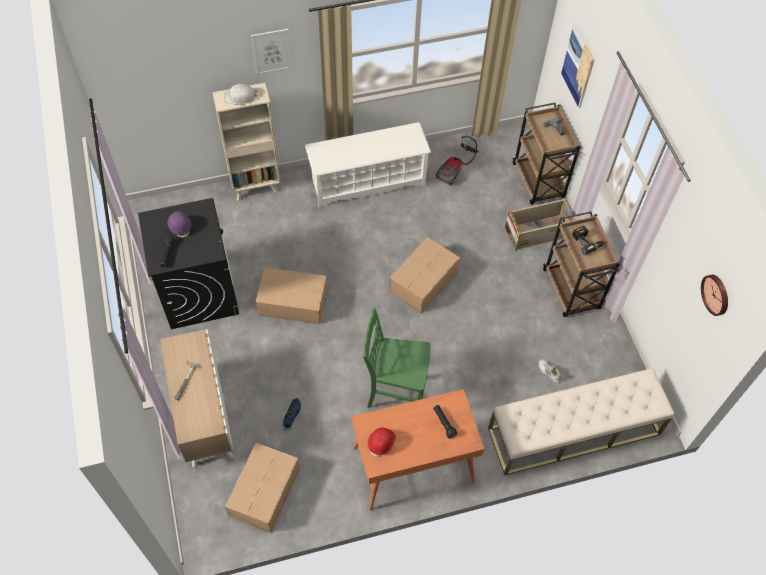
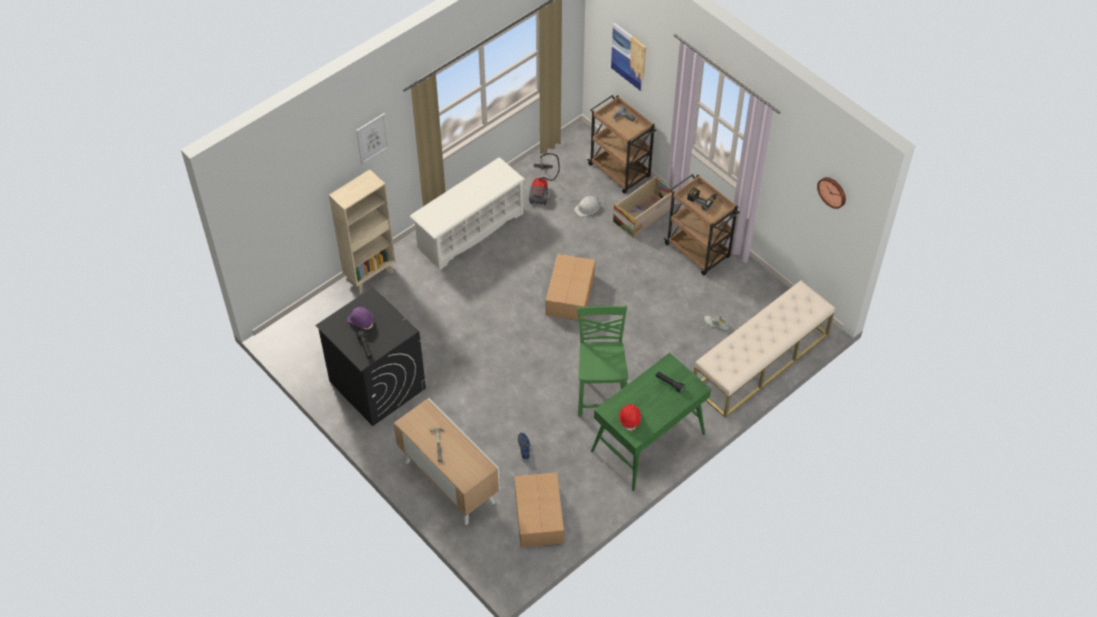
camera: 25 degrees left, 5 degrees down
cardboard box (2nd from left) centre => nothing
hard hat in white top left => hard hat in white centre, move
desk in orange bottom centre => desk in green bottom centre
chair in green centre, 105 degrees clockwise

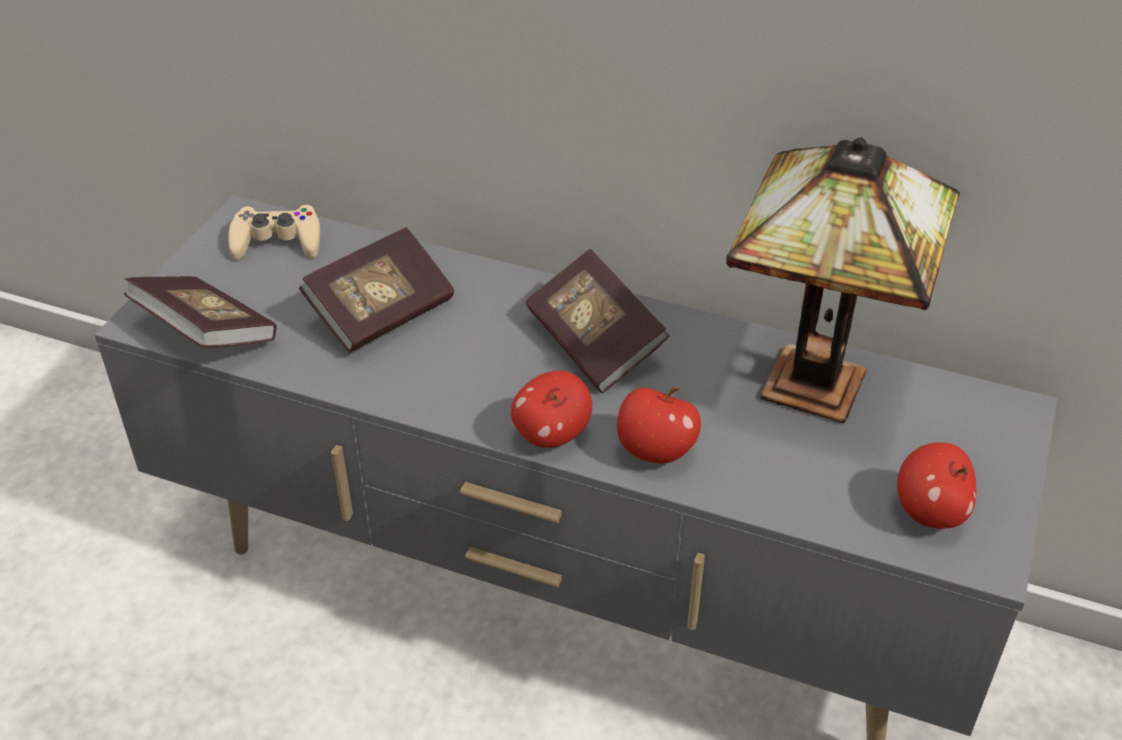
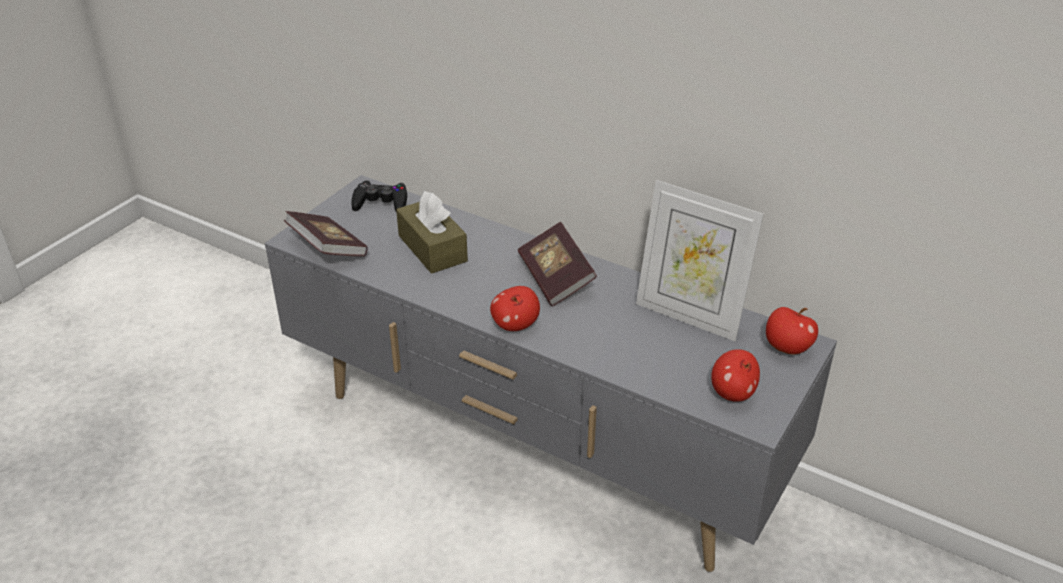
camera: 10 degrees right, 5 degrees down
apple (2nd from left in the first image) centre => apple (3rd from left) middle right, move
book (2nd from left) centre => tissue box in brown centre
table lamp middle right => picture frame centre
game controller in beige top left => game controller in black centre

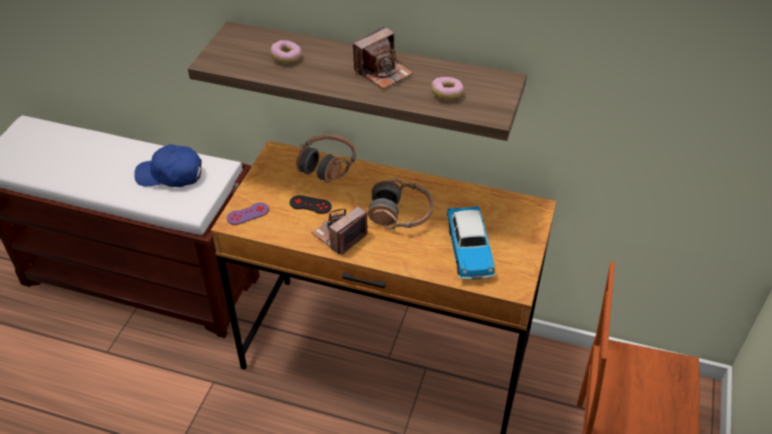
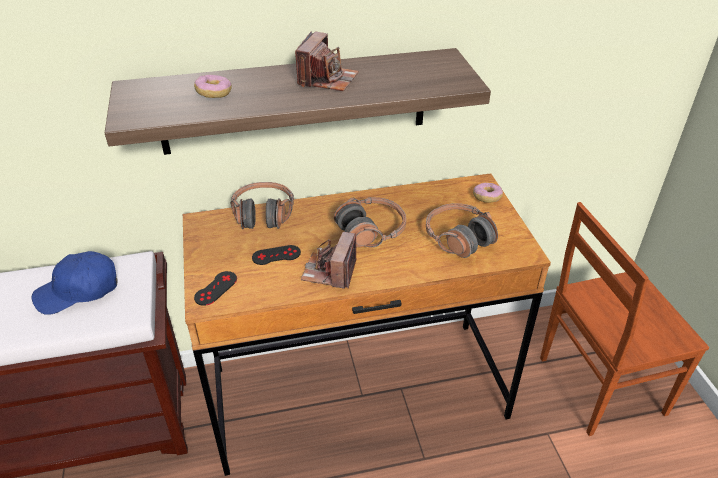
camera: 30 degrees left, 5 degrees down
donut (2nd from left) top centre => donut (2nd from left) middle right, move
toy car centre => headphones (3rd from left) centre
game controller in purple middle left => game controller in black (1st from left) middle left

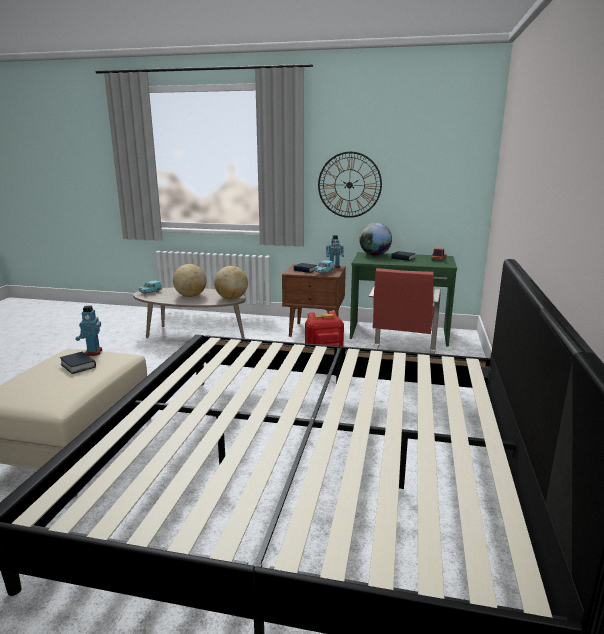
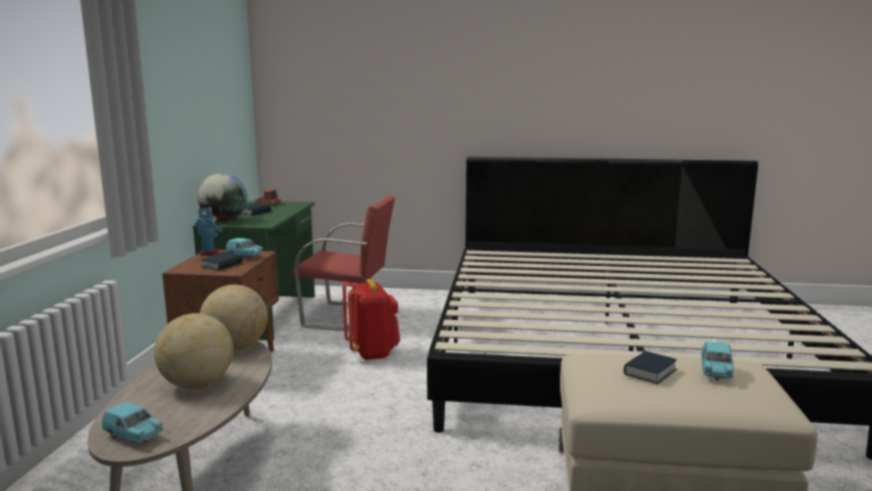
camera: 95 degrees left, 5 degrees down
toy robot (1st from left) middle left => nothing
wall clock top centre => nothing
nothing => toy car in turquoise (3rd from left) bottom right

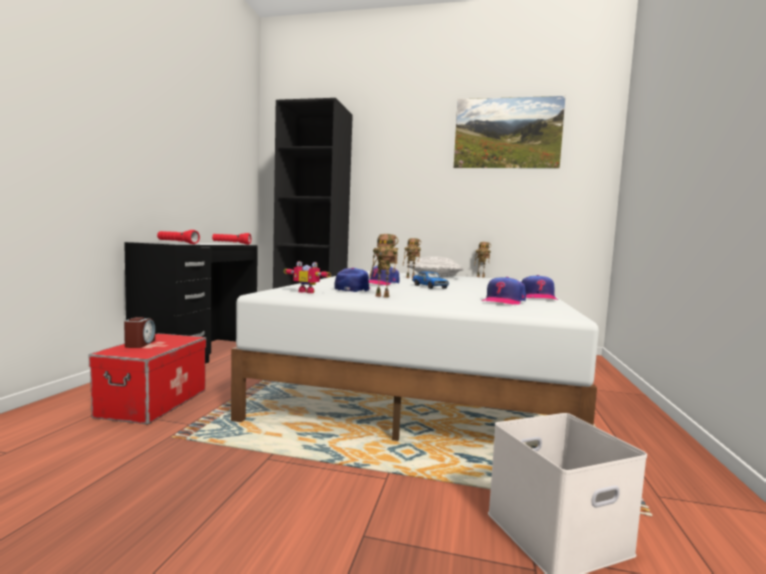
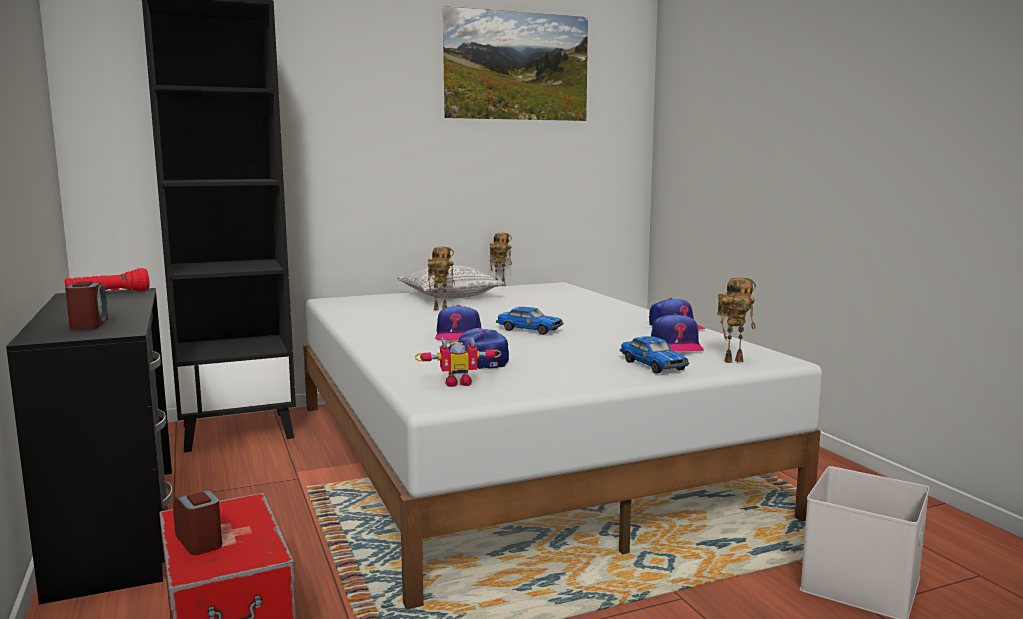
camera: 35 degrees left, 5 degrees up
nothing => toy car (2nd from left) centre
toy robot (2nd from left in the first image) centre => toy robot (4th from left) middle right, move
flashlight in red (1st from left) middle left => alarm clock (1st from left) middle left

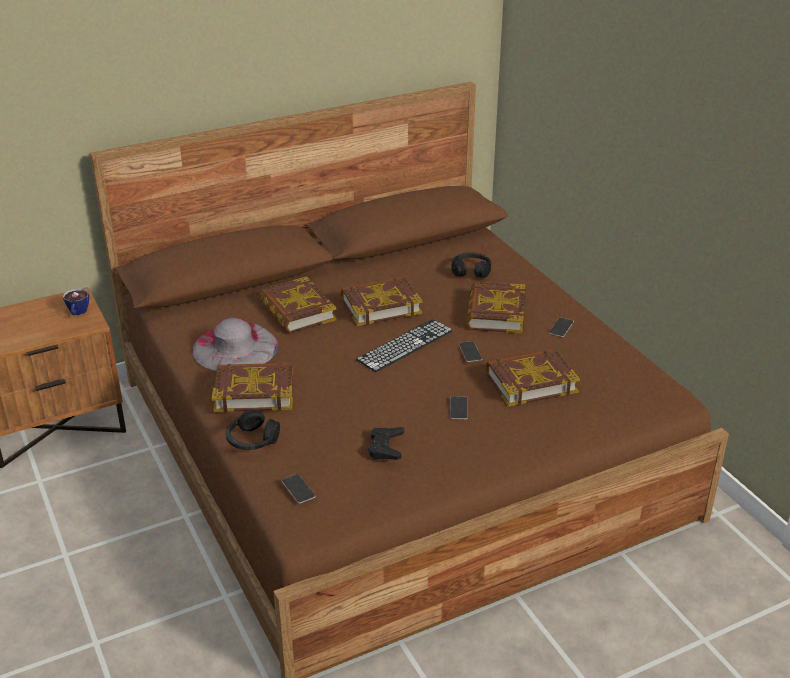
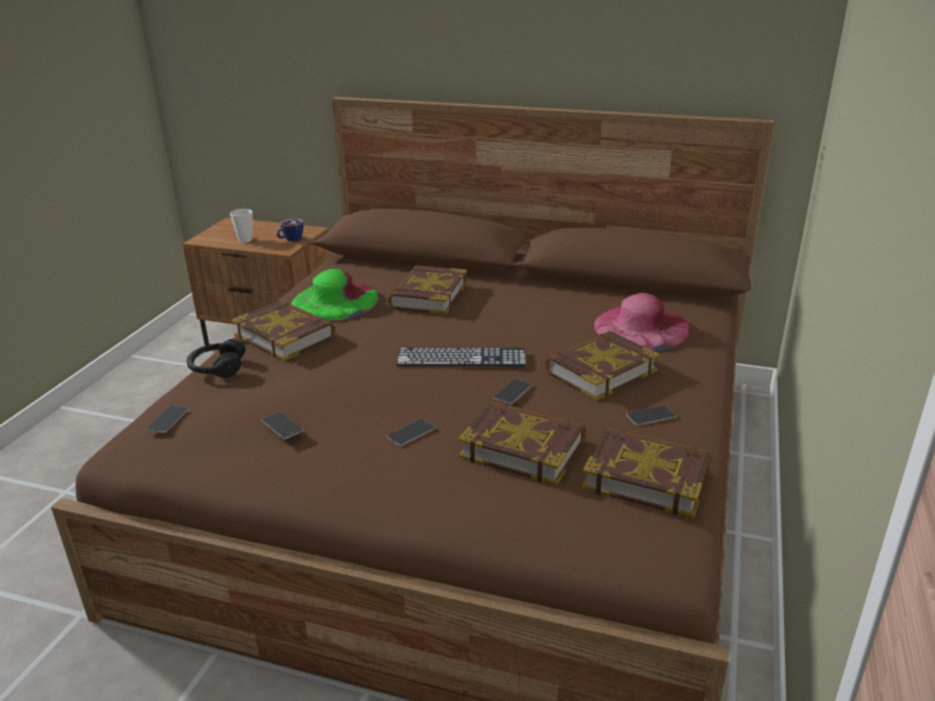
camera: 45 degrees right, 5 degrees down
nothing => cup (1st from left) top left
book (3rd from left in the first image) centre => book (5th from left) bottom right, move
game controller in black centre => phone (2nd from left) middle left
headphones in black (2nd from left) centre => hat in pink middle right
hat in grey middle left => hat in green centre

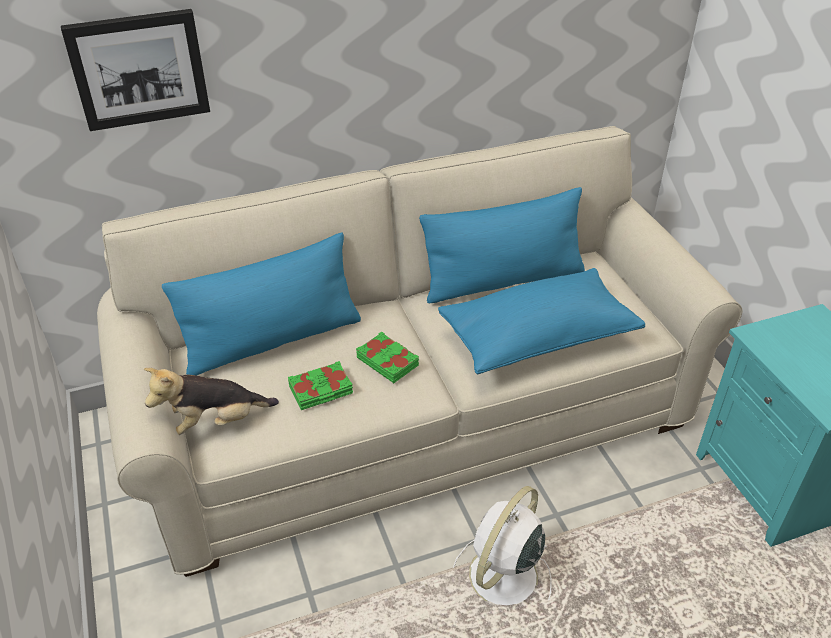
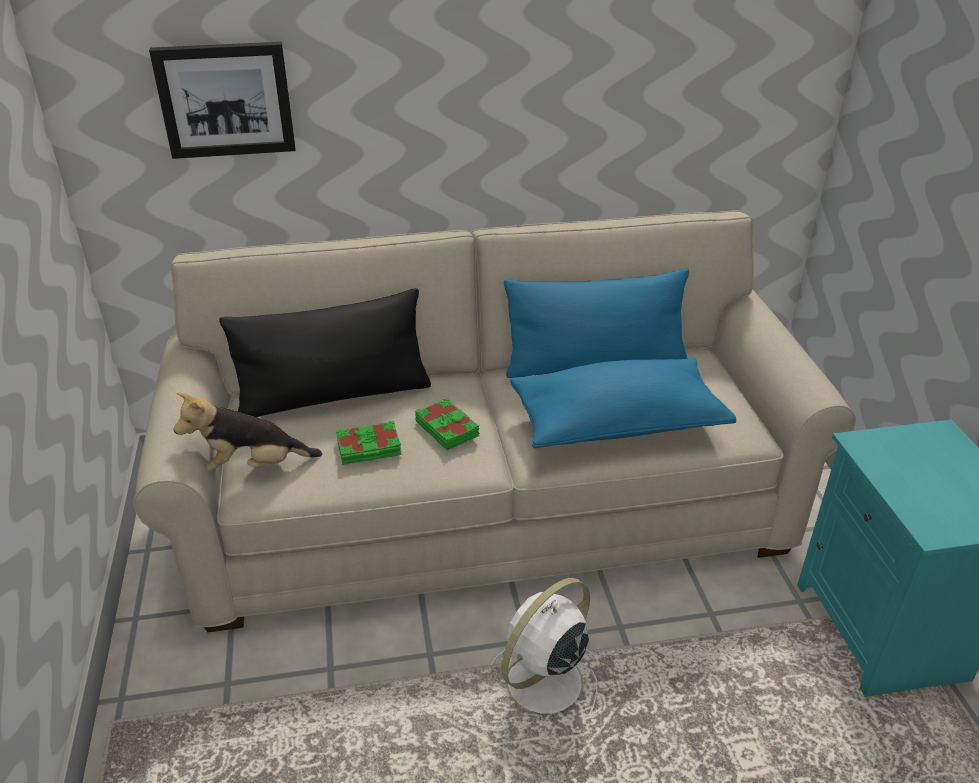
camera: 10 degrees right, 5 degrees down
pillow in blue (1st from left) middle left => pillow in black middle left

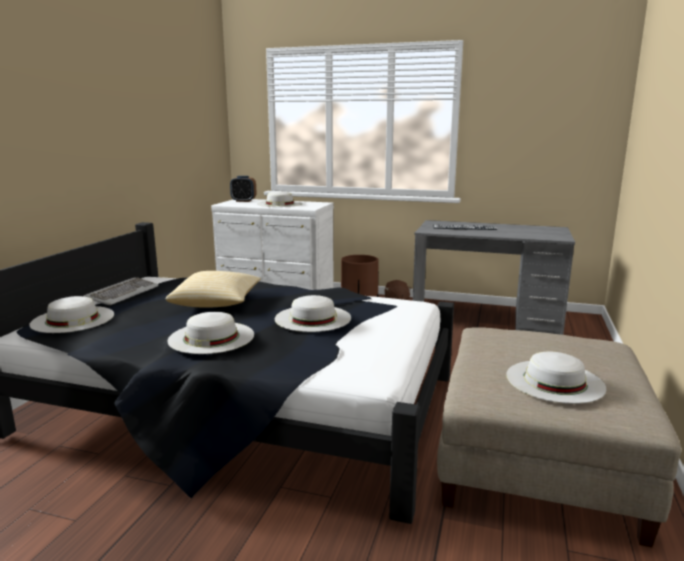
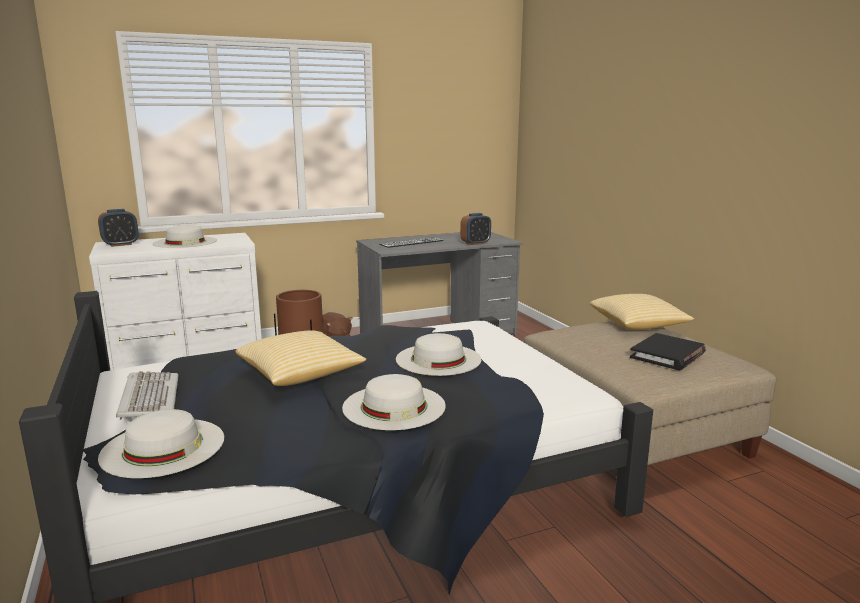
camera: 40 degrees left, 0 degrees up
nothing => alarm clock (2nd from left) centre
nothing => pillow (2nd from left) middle right
hat in white (5th from left) bottom right => book in black middle right

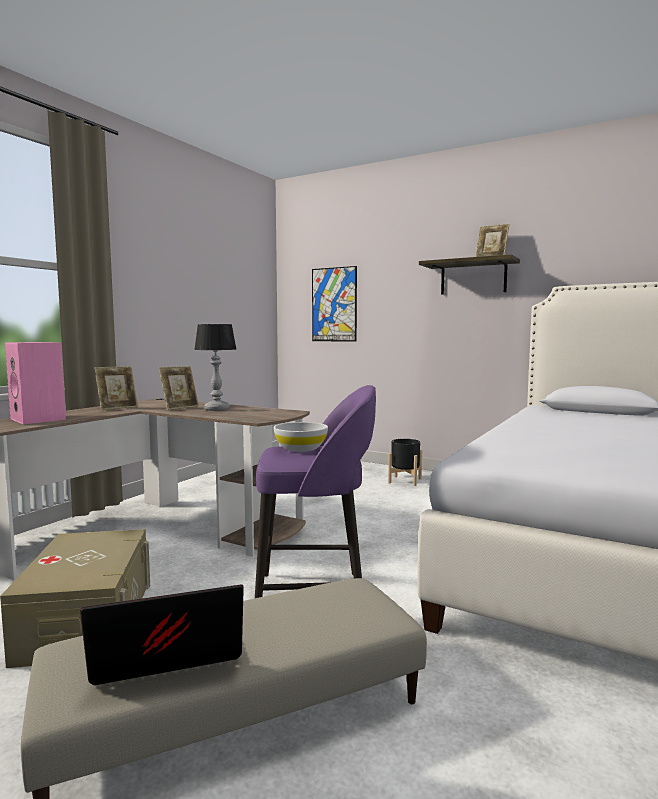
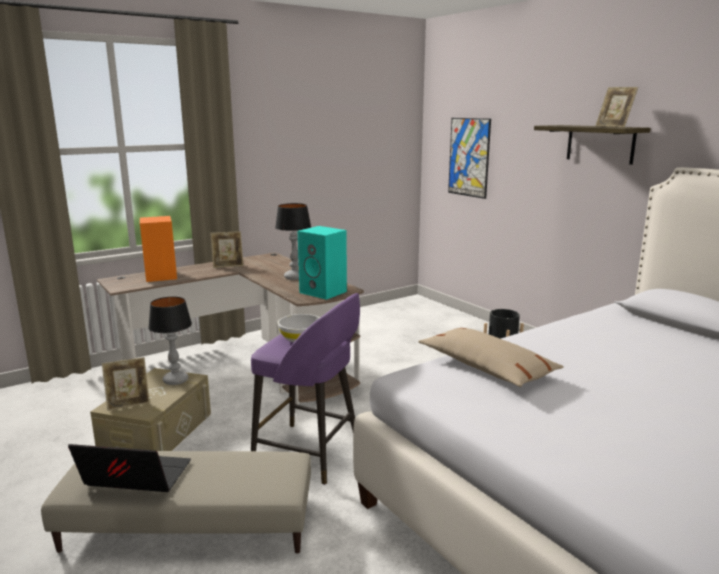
camera: 25 degrees right, 10 degrees up
nothing => table lamp (1st from left) middle left
nothing => speaker in turquoise centre
nothing => pillow in beige middle right
picture frame (2nd from left in the first image) middle left => picture frame (1st from left) bottom left, move
speaker in pink middle left => speaker in orange middle left

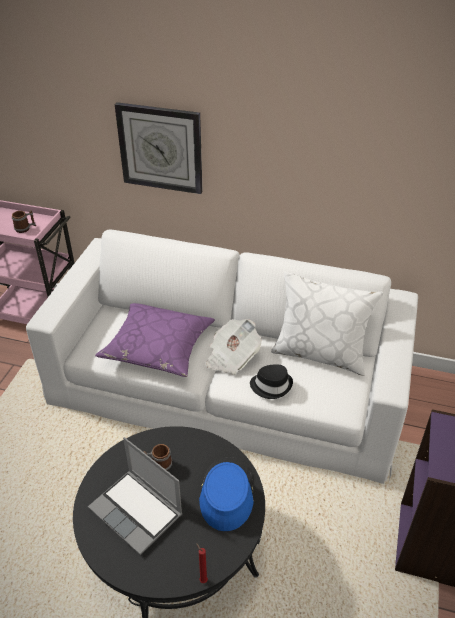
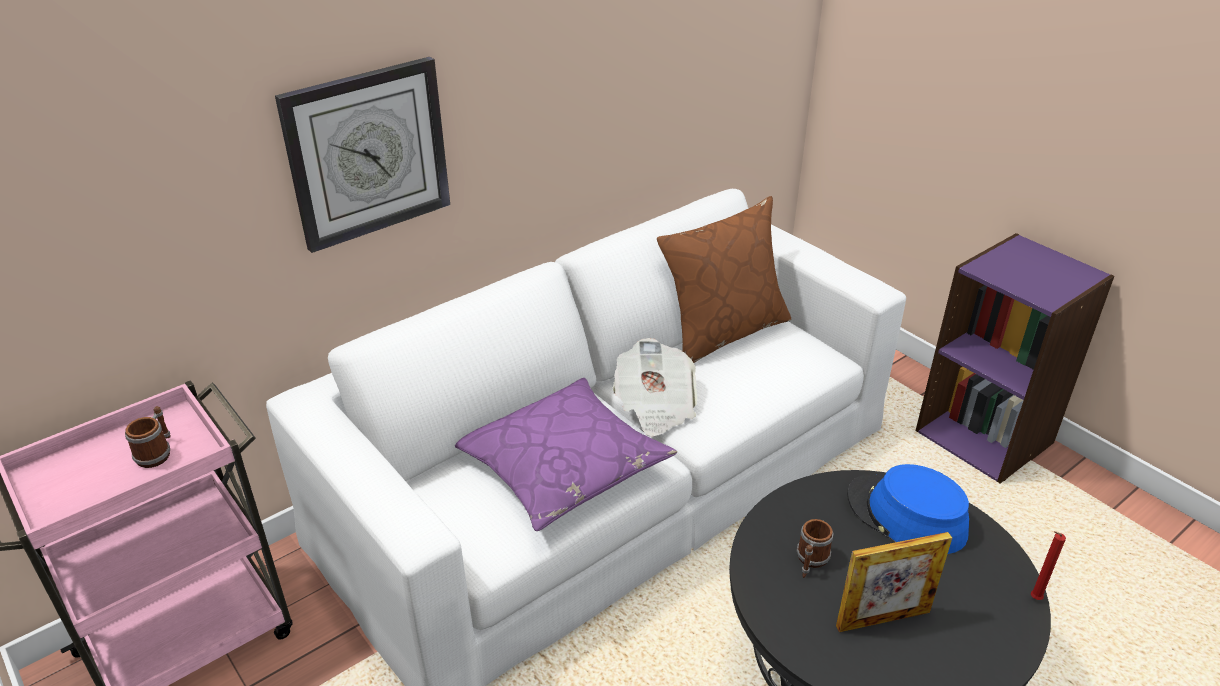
camera: 55 degrees left, 5 degrees down
hat in black centre => nothing
laptop bottom left => picture frame bottom right
pillow in white middle right => pillow in brown centre

